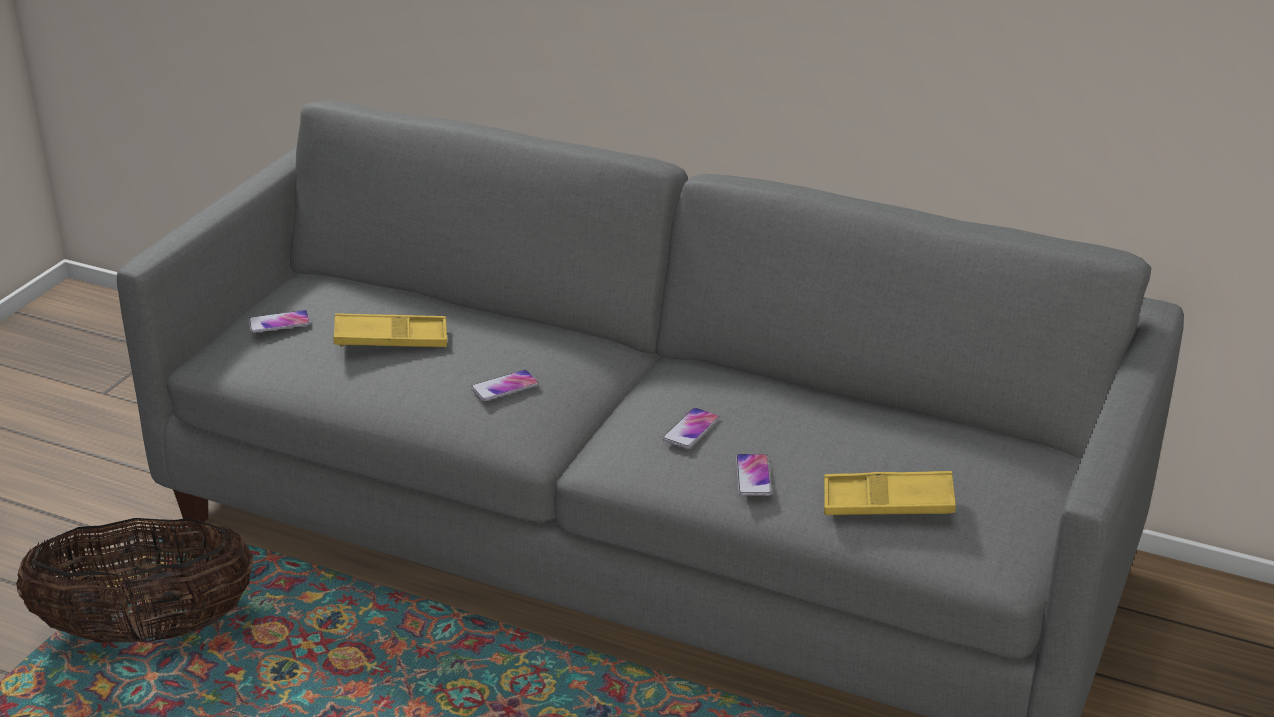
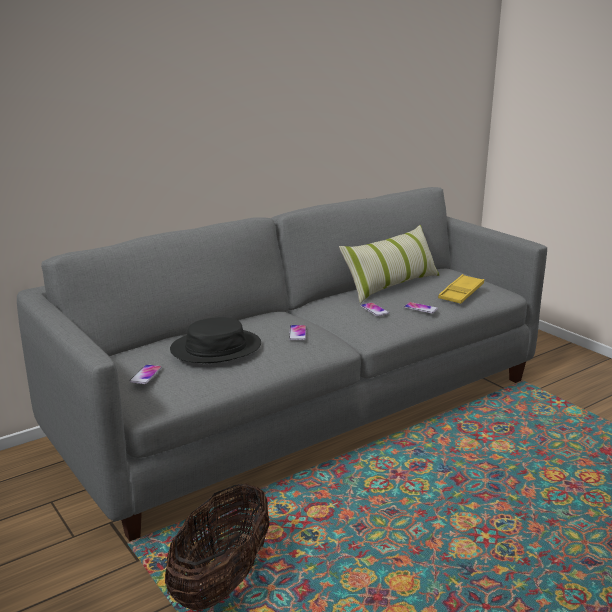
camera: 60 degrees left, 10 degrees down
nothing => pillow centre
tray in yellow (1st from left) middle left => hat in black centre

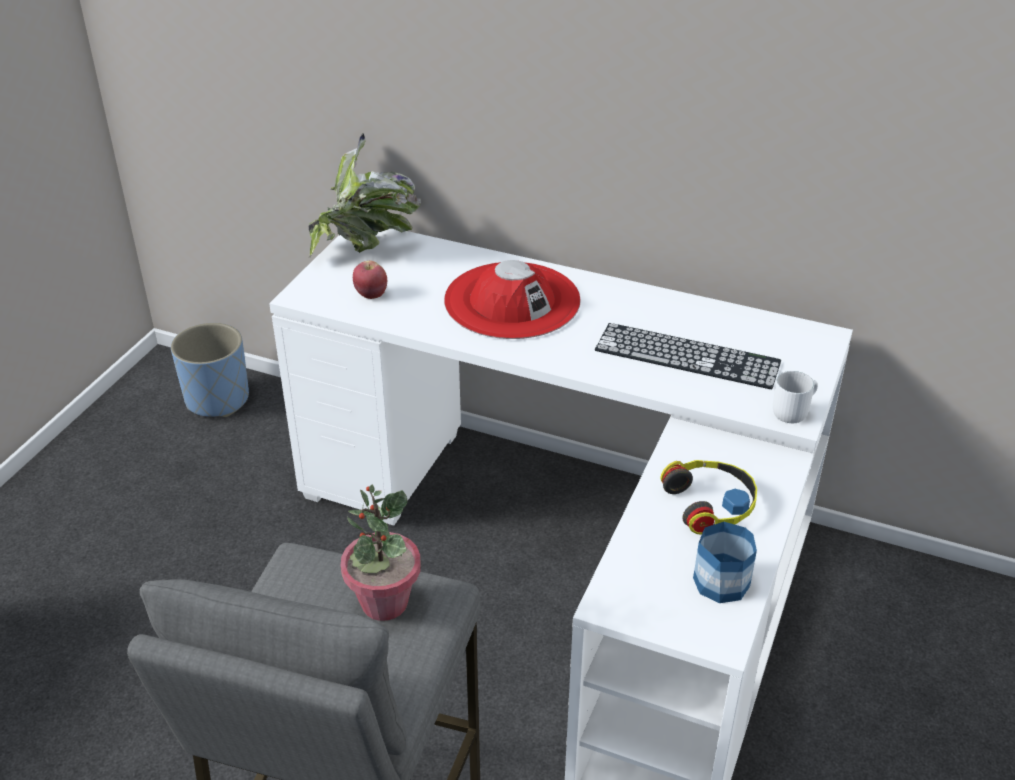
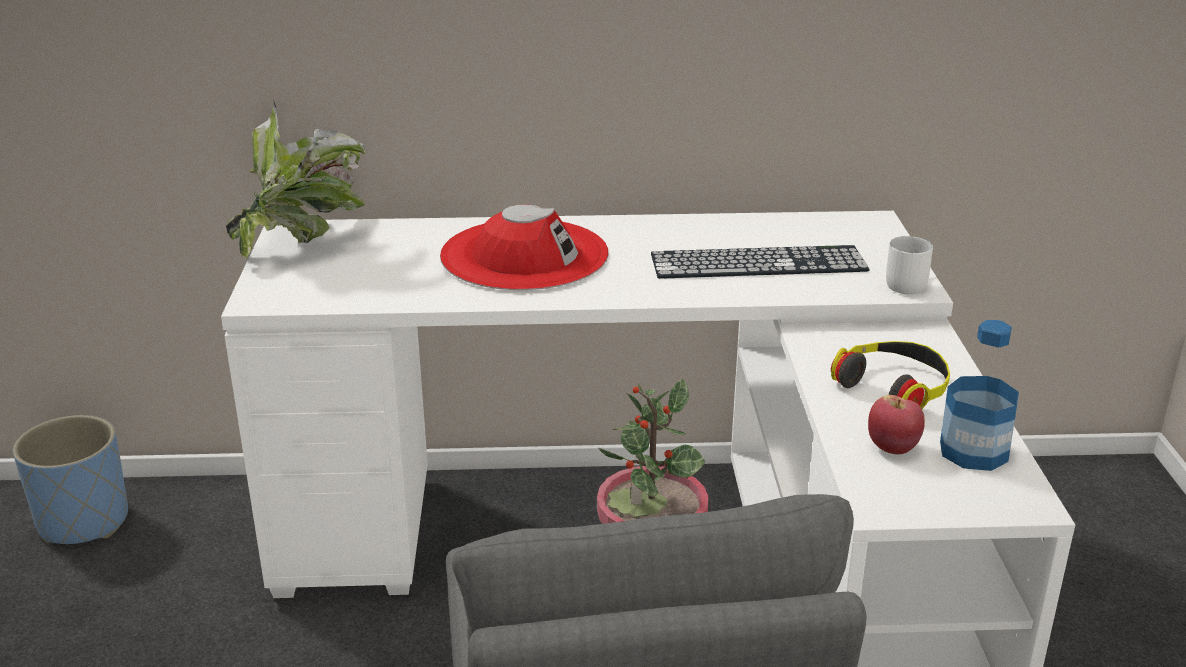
camera: 25 degrees left, 10 degrees down
apple centre => apple middle right, move

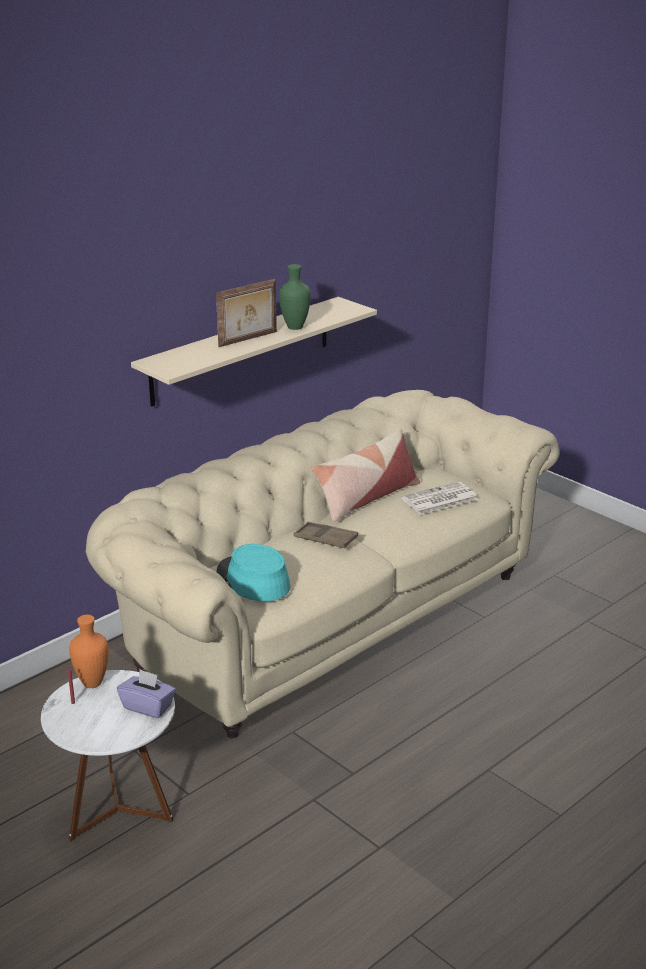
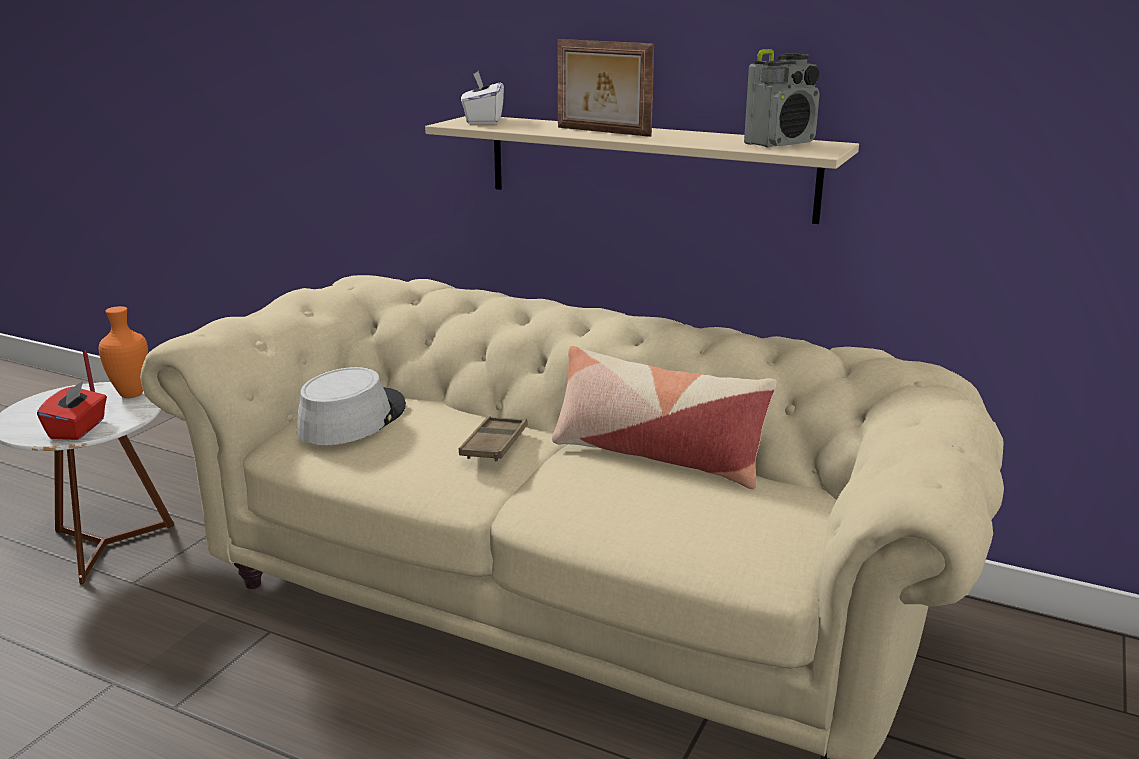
camera: 70 degrees right, 5 degrees down
vase in green top centre => nothing
newspaper middle right => nothing
nothing => tissue box in white top centre
nothing => radio top right
tissue box in purple bottom left => tissue box in red middle left
hat in turquoise centre => hat in grey middle left

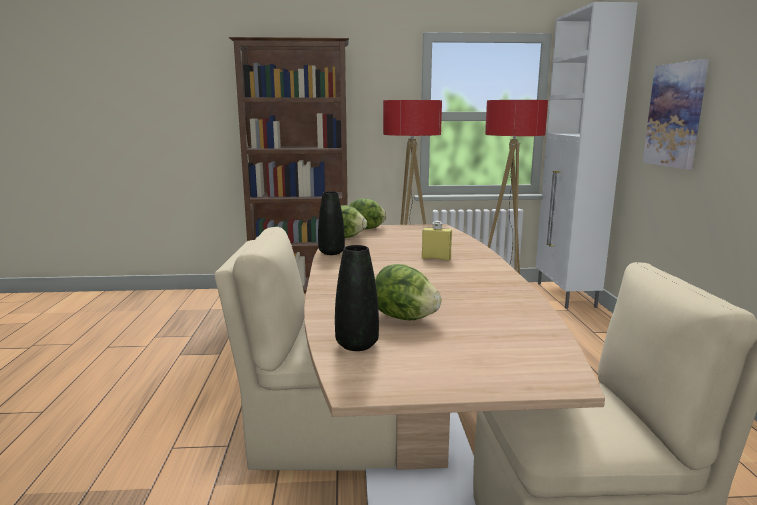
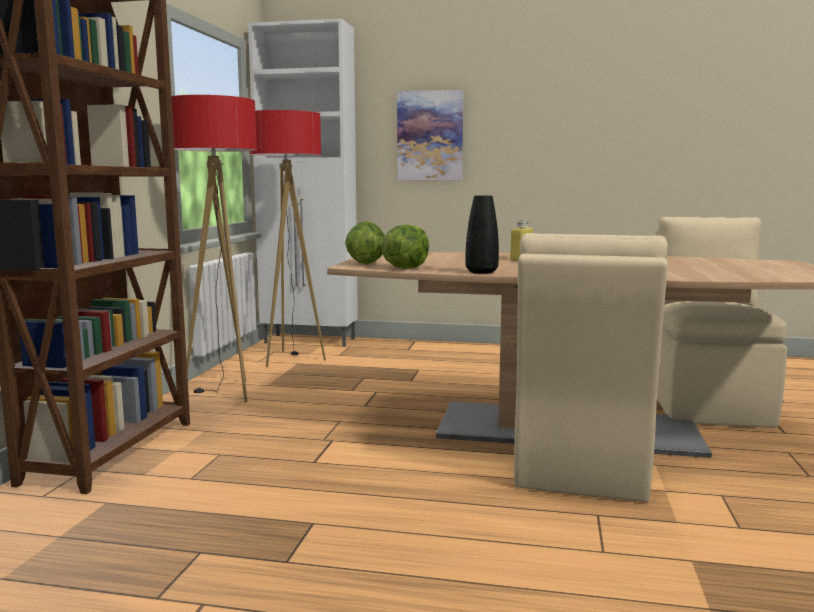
camera: 75 degrees left, 5 degrees down
vase in black (2nd from left) centre => nothing
lettuce (3rd from left) centre => nothing

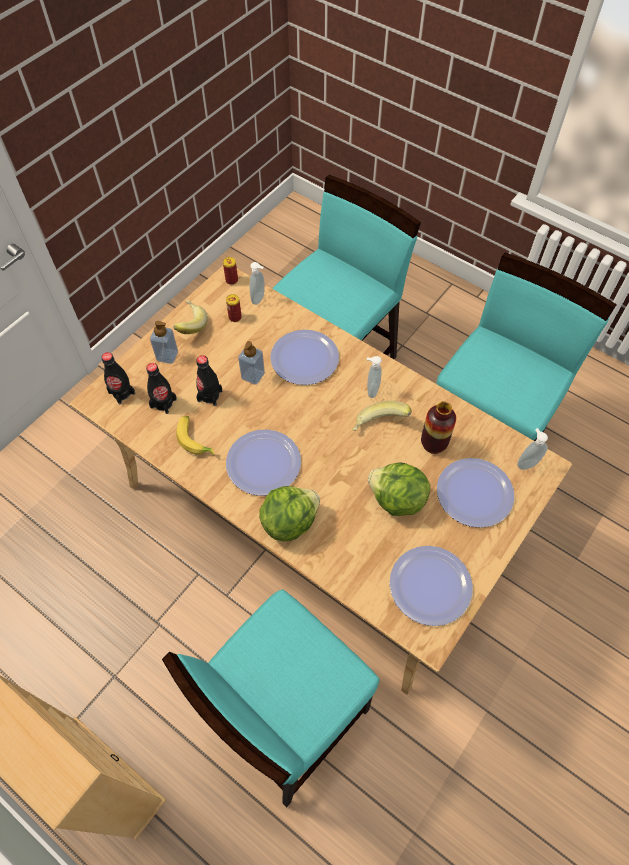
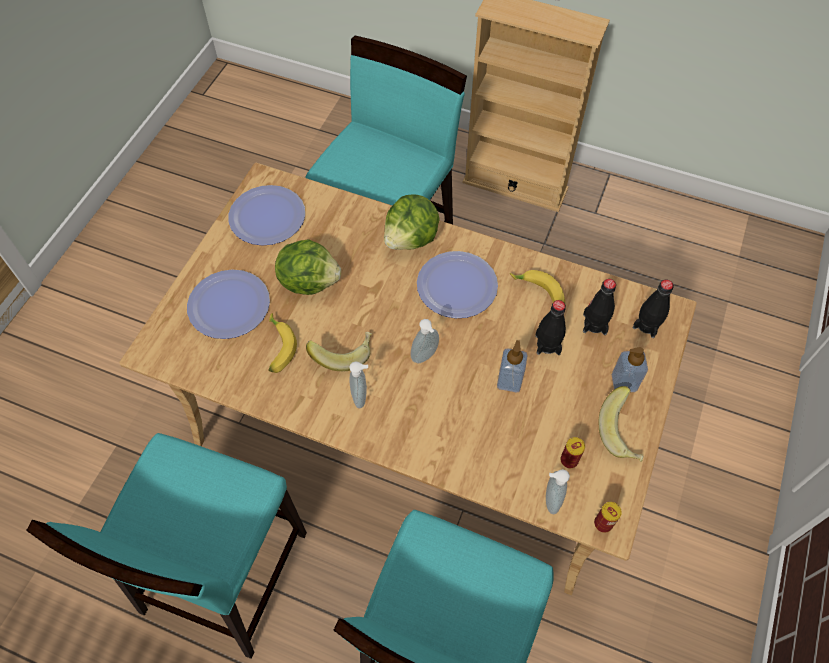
camera: 165 degrees right, 0 degrees up
plate (2nd from left) centre => nothing
soap dispenser (5th from left in the first image) middle right => soap dispenser (2nd from left) centre, move
vase middle right => banana (1st from left) centre

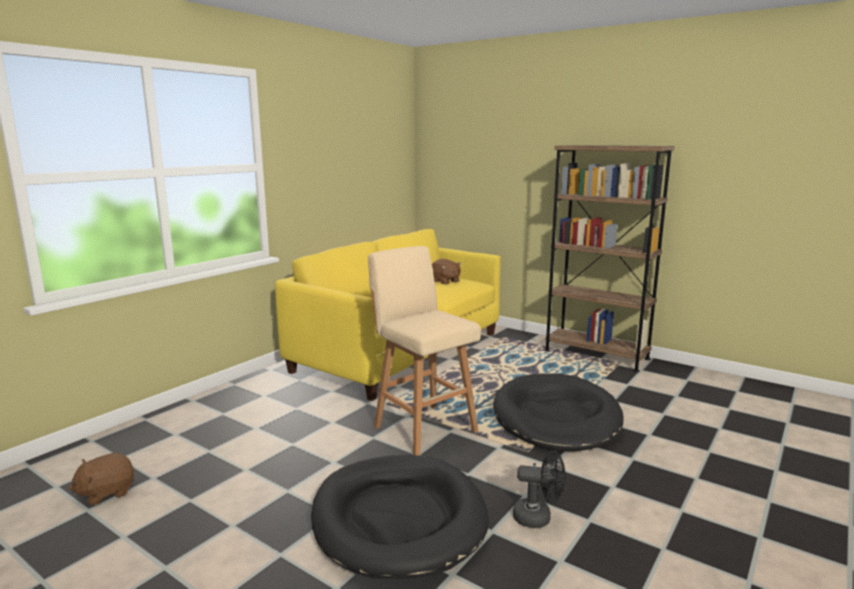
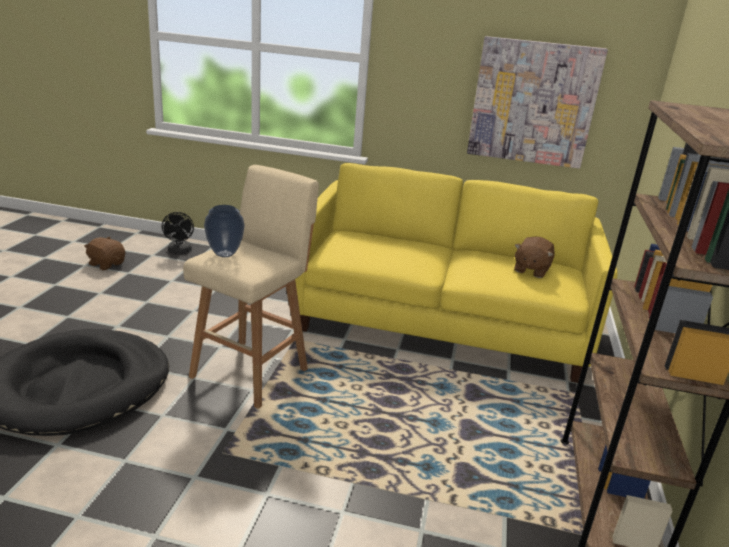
camera: 65 degrees right, 10 degrees up
dog bed in black (2nd from left) bottom centre => nothing
nothing => vase middle left
nothing => picture top right
fan in black bottom centre => fan in black middle left, move

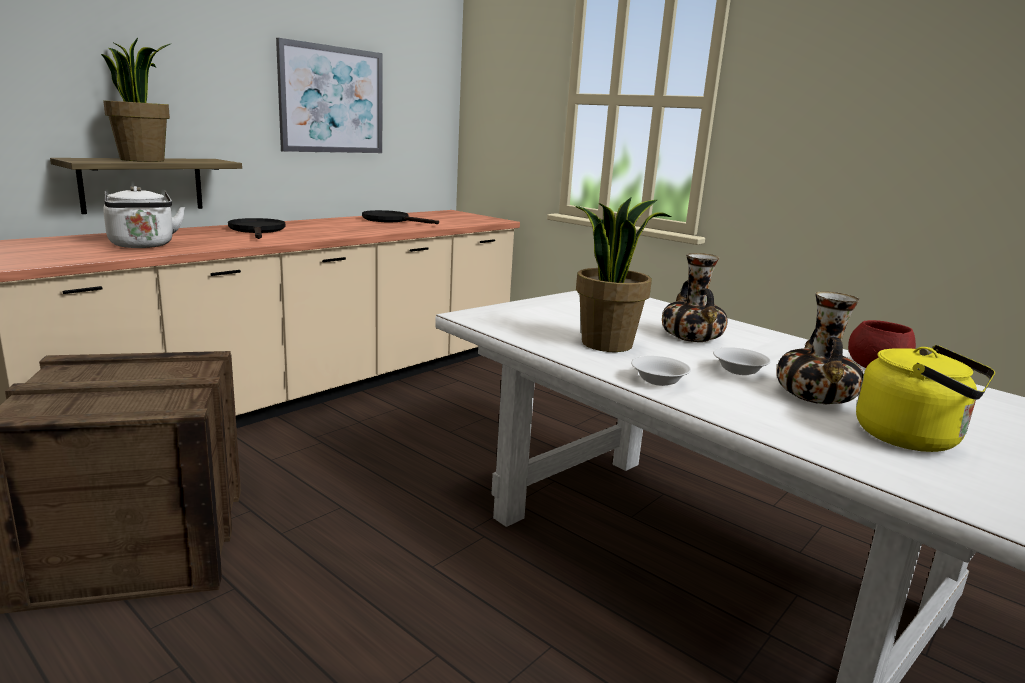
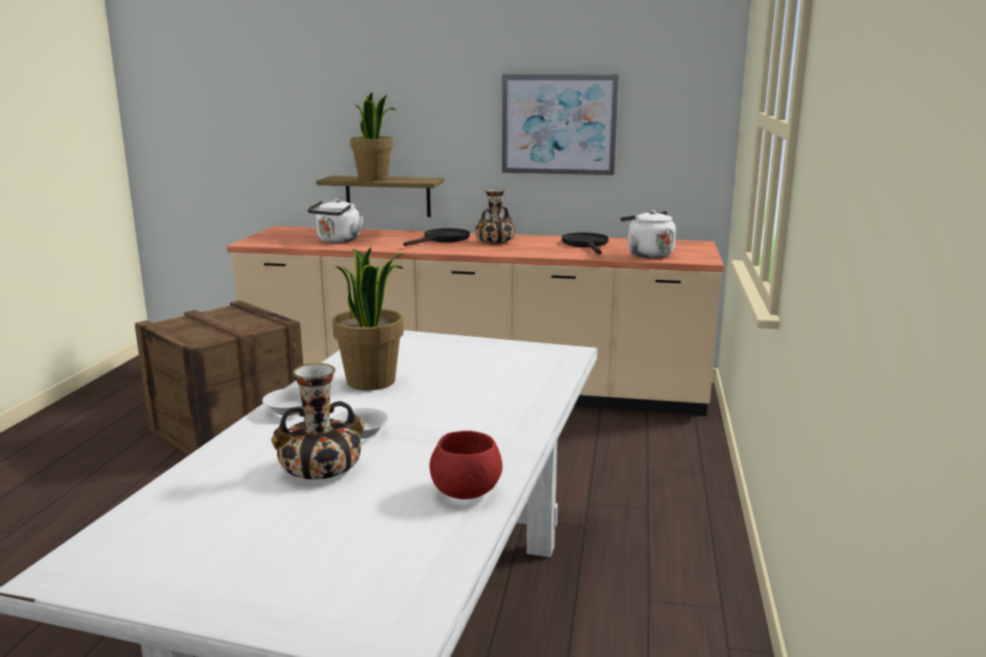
camera: 60 degrees right, 0 degrees up
kettle in yellow middle right => nothing
nothing => kettle in white (2nd from left) centre
vase (1st from left in the first image) middle right => vase (2nd from left) top centre, move

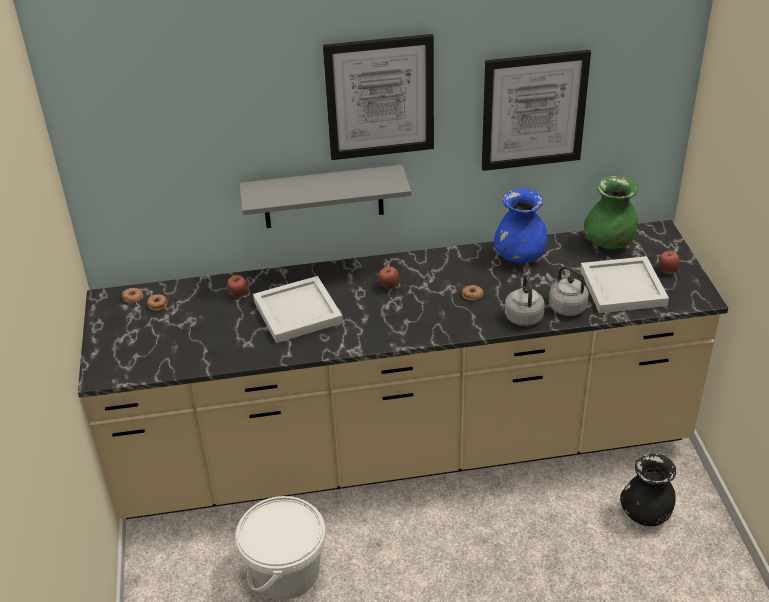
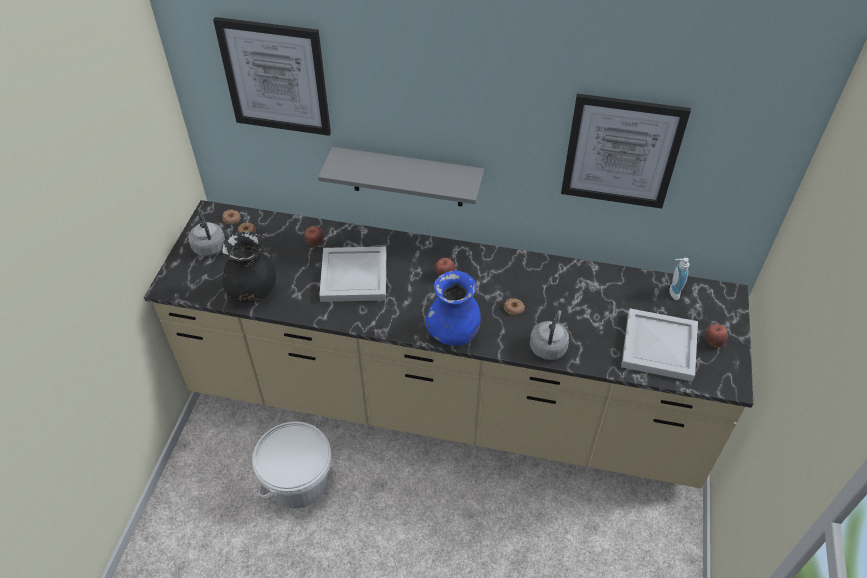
camera: 20 degrees right, 10 degrees up
picture (1st from left) top centre => picture (1st from left) top left, move
vase in blue middle right => vase in blue centre, move
kettle in grey (2nd from left in the first image) middle right => kettle in grey (1st from left) middle left, move
vase in black bottom right => vase in black middle left, move
vase in green middle right => soap dispenser middle right

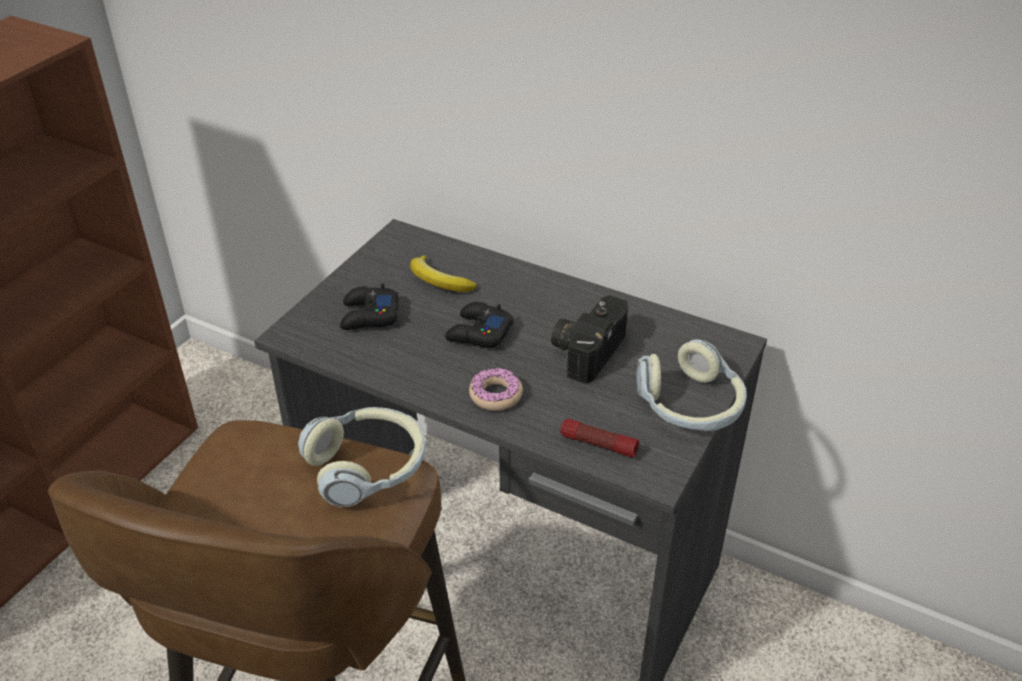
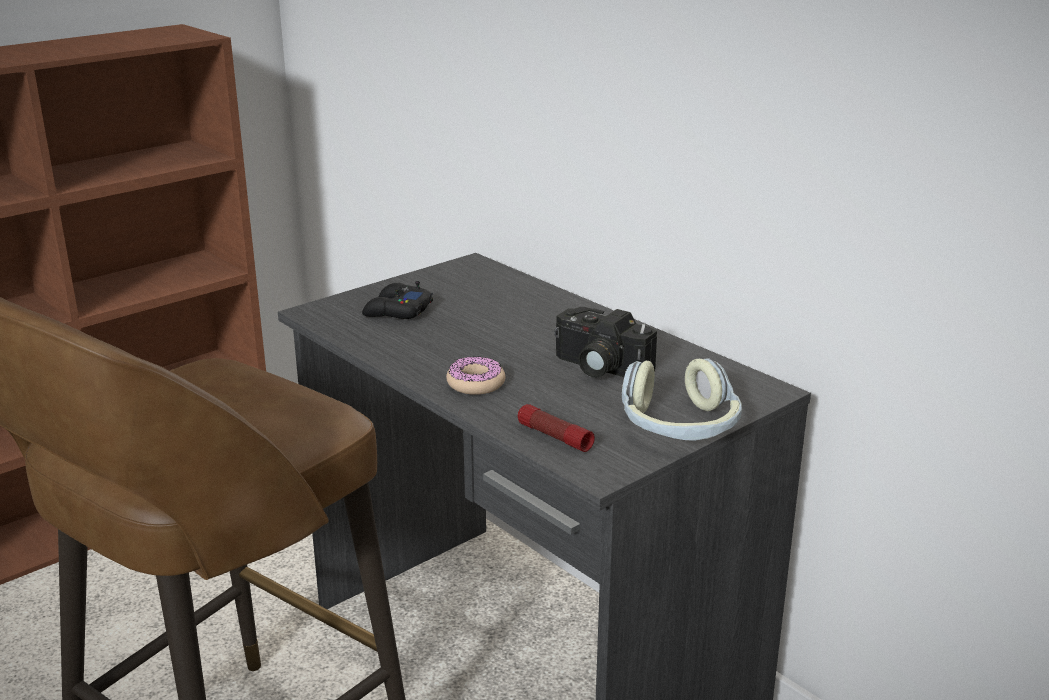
camera: 20 degrees right, 15 degrees down
headphones (1st from left) bottom centre => nothing
banana centre => nothing
game controller in black (2nd from left) centre => nothing
photo camera centre, 105 degrees counterclockwise

